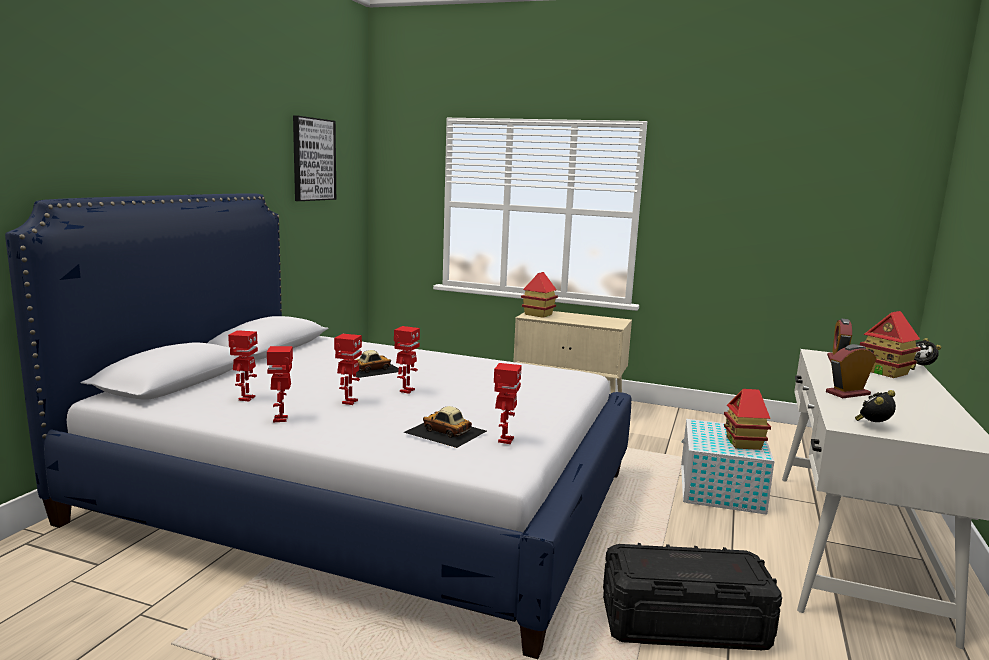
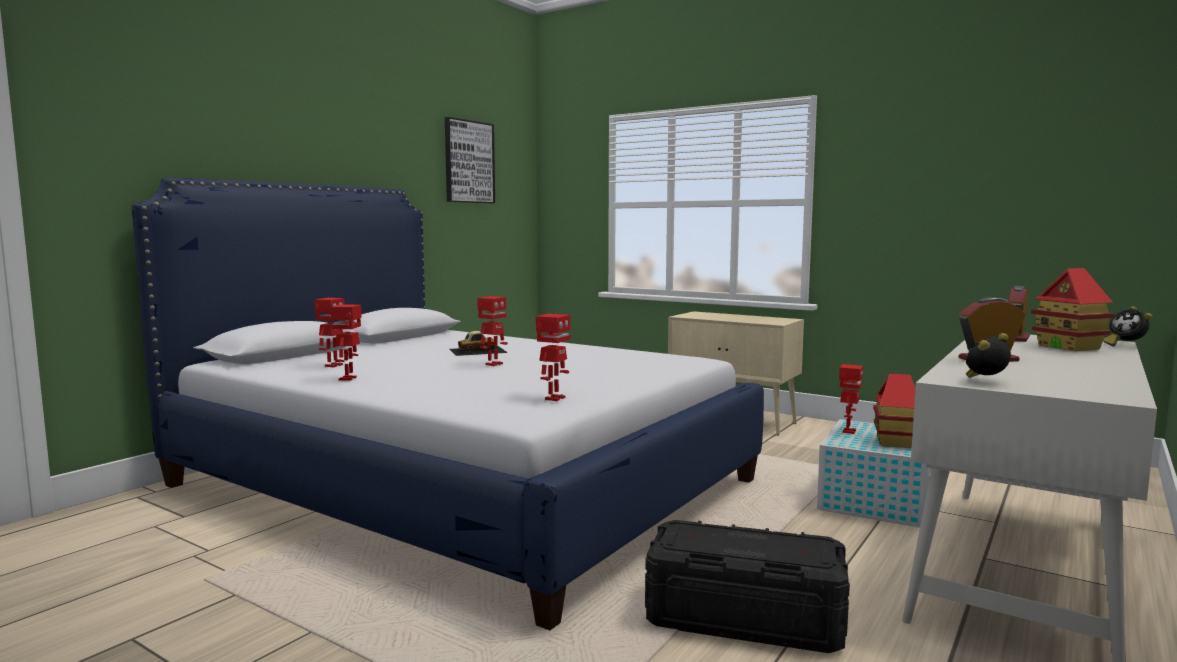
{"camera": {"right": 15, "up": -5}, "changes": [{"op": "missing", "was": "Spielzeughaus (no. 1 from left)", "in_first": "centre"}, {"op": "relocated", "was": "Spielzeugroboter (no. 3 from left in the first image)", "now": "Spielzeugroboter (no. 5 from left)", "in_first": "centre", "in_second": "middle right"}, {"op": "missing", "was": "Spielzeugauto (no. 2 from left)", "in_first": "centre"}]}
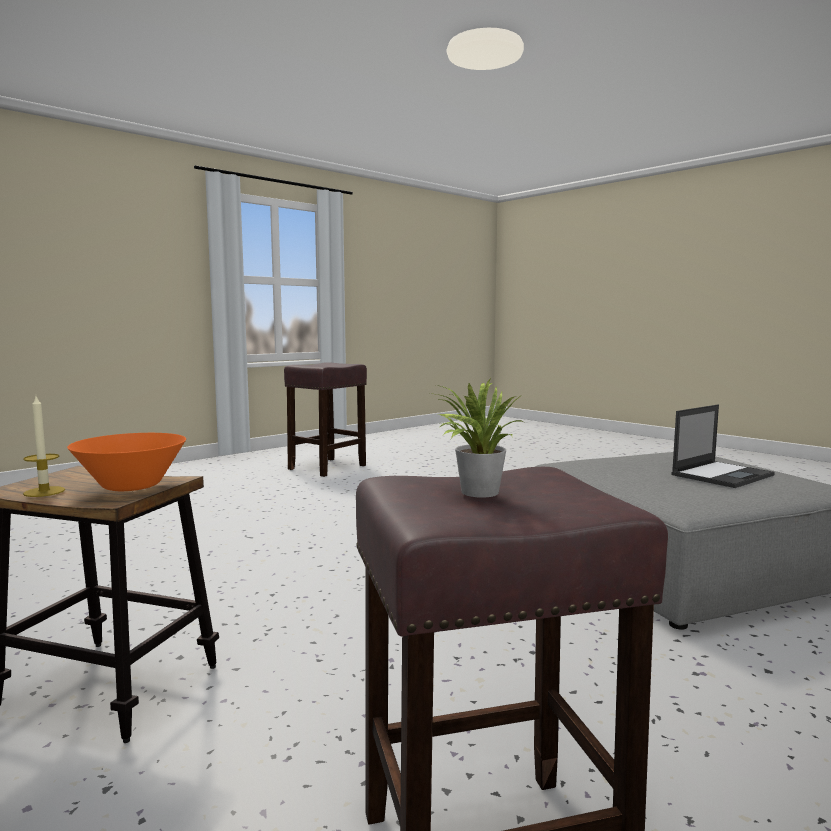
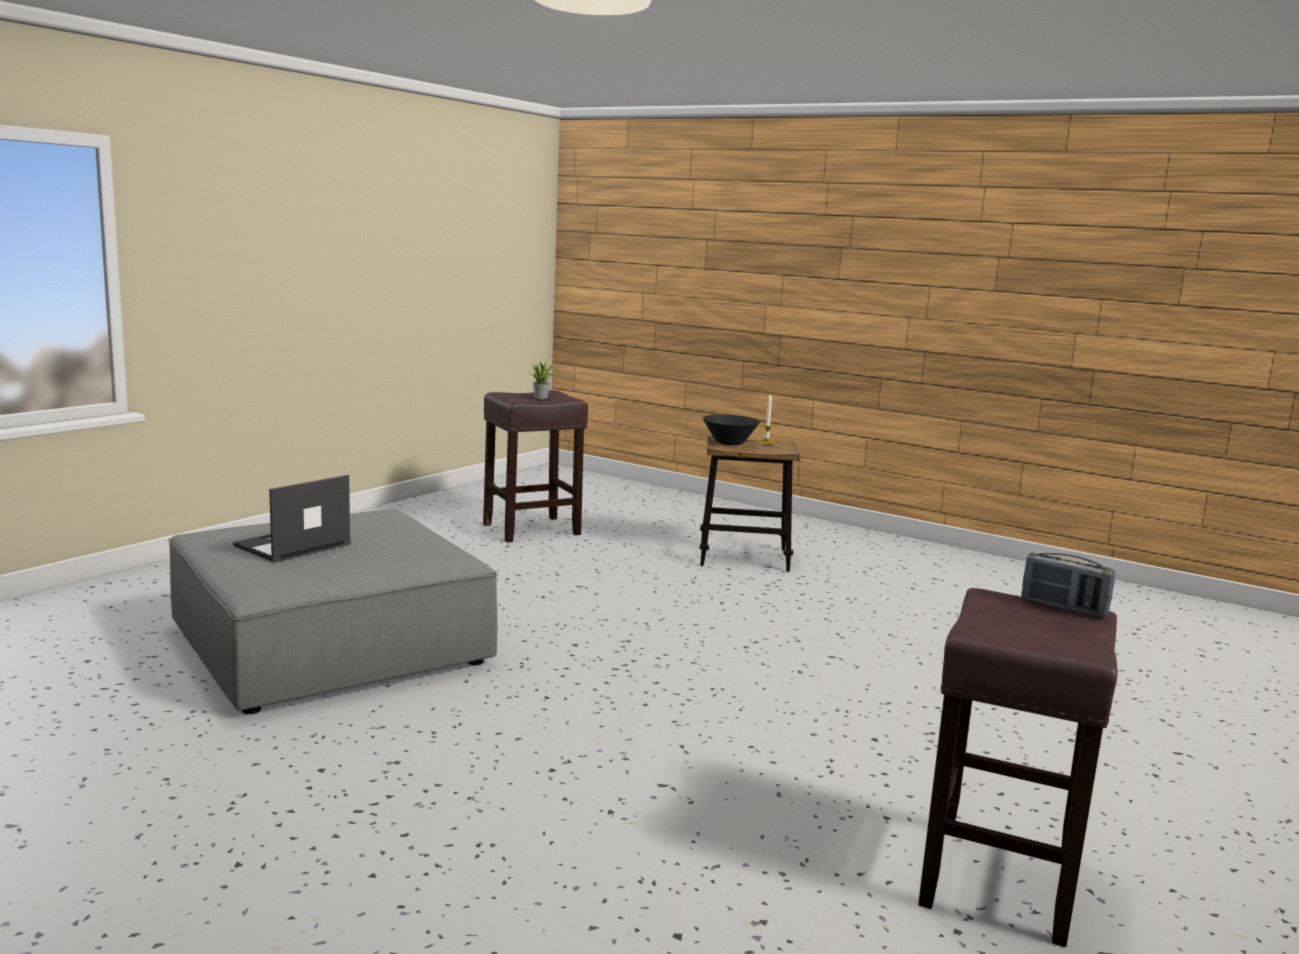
{"camera": {"right": 165, "up": 5}, "changes": [{"op": "colour", "was": "Schüssel (orange)", "now": "Schüssel (schwarz)", "in_first": "middle left", "in_second": "centre"}, {"op": "appeared", "now": "Radio", "in_second": "middle right"}]}
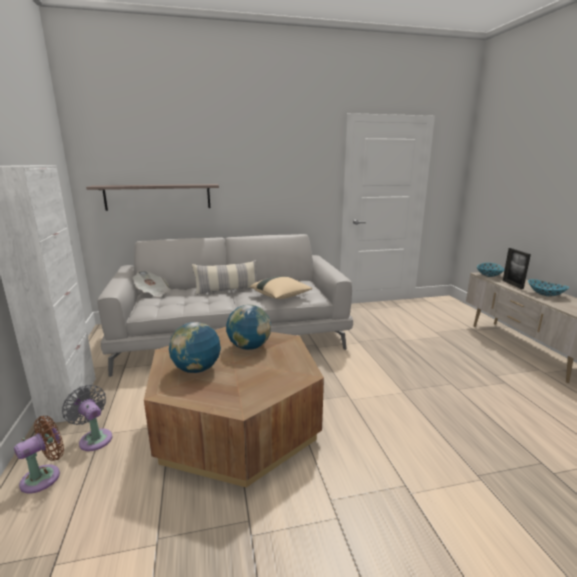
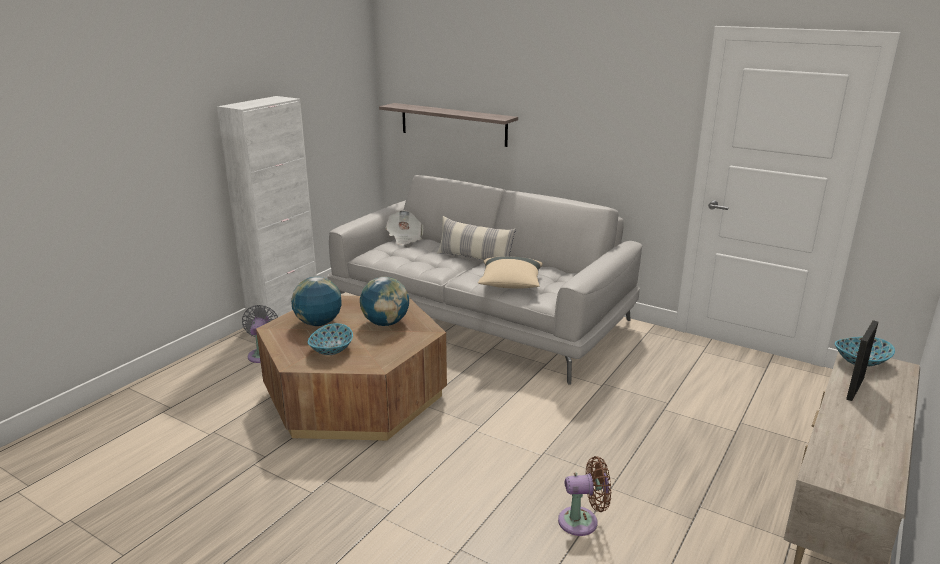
{"camera": {"right": 45, "up": 5}, "changes": [{"op": "relocated", "was": "Schüssel (no. 2 from left in the first image)", "now": "Schüssel (no. 1 from left)", "in_first": "middle right", "in_second": "centre"}, {"op": "relocated", "was": "Ventilator (braun)", "in_first": "bottom left", "in_second": "bottom centre"}]}
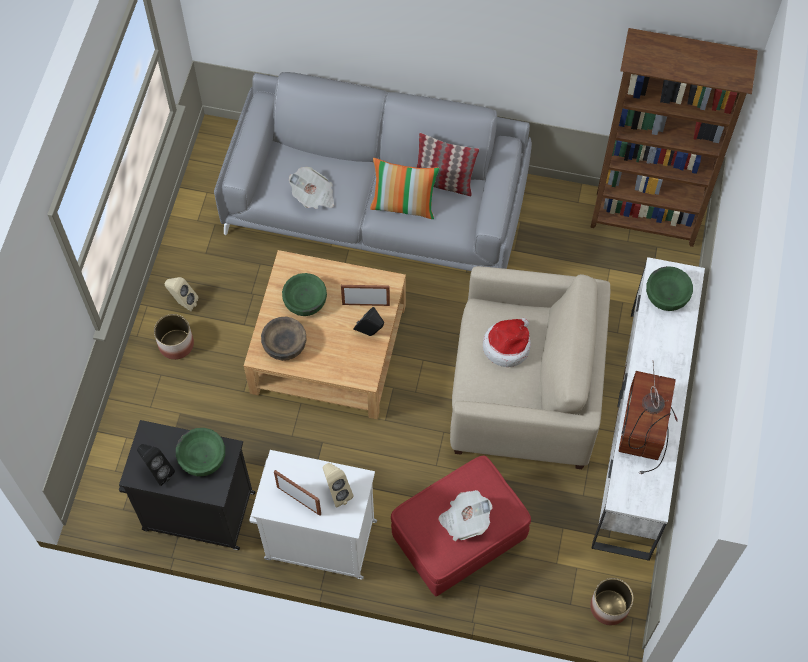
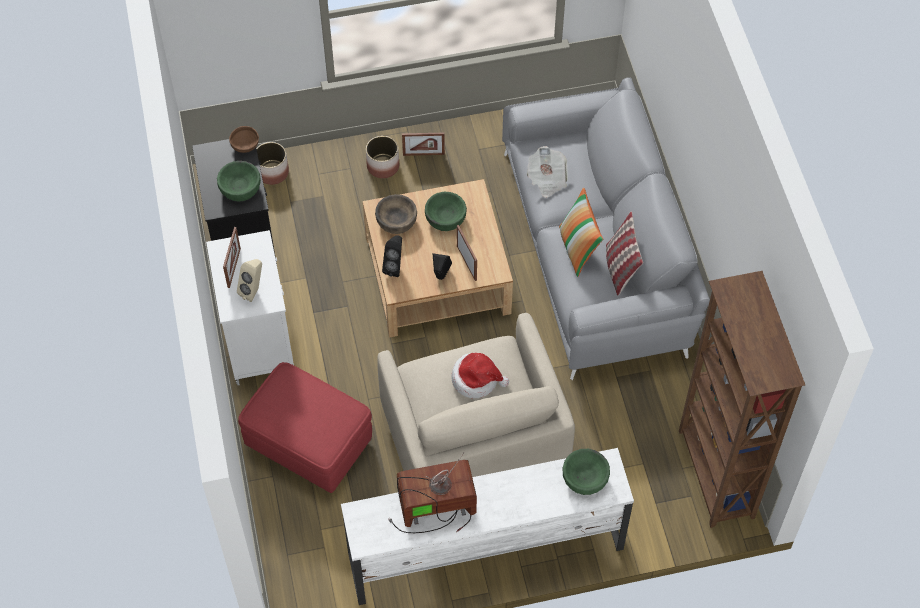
{"camera": {"right": 65, "up": -5}, "changes": [{"op": "exchanged", "was": "Lautsprecher (beige) (no. 1 from left)", "now": "Bilderrahmen (no. 2 from left)", "in_first": "middle left", "in_second": "top centre"}, {"op": "relocated", "was": "Lautsprecher (schwarz) (no. 1 from left)", "in_first": "bottom left", "in_second": "centre"}, {"op": "missing", "was": "Zeitung (no. 2 from left)", "in_first": "bottom centre"}, {"op": "relocated", "was": "Pflanzkübel (no. 2 from left in the first image)", "now": "Pflanzkübel (no. 1 from left)", "in_first": "bottom right", "in_second": "top left"}, {"op": "appeared", "now": "Schüssel (braun) (no. 1 from left)", "in_second": "top left"}]}
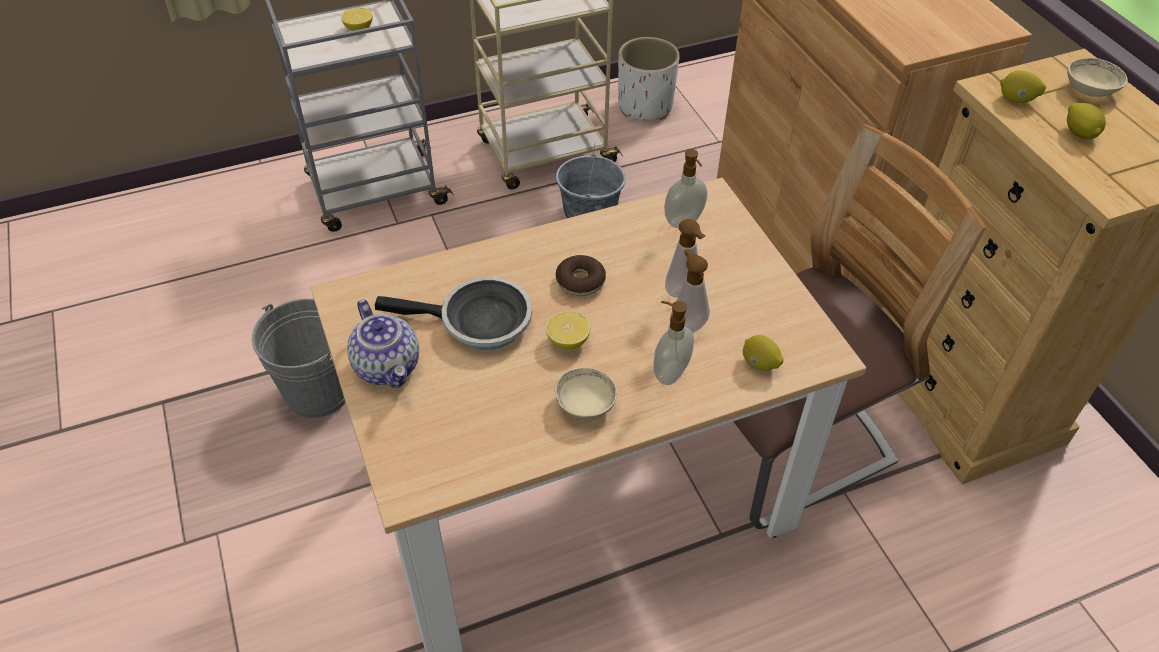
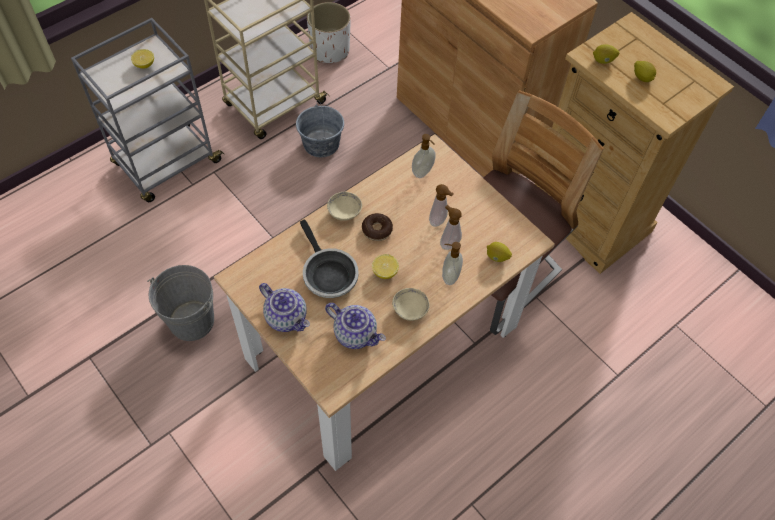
{"camera": {"right": -20, "up": 10}, "changes": [{"op": "relocated", "was": "Schüssel (beige) (no. 2 from left in the first image)", "now": "Schüssel (beige) (no. 1 from left)", "in_first": "top right", "in_second": "centre"}, {"op": "spun", "was": "Pfanne", "in_first": "centre", "in_second": "centre", "clockwise": 75}, {"op": "appeared", "now": "Teekanne (no. 2 from left)", "in_second": "centre"}]}
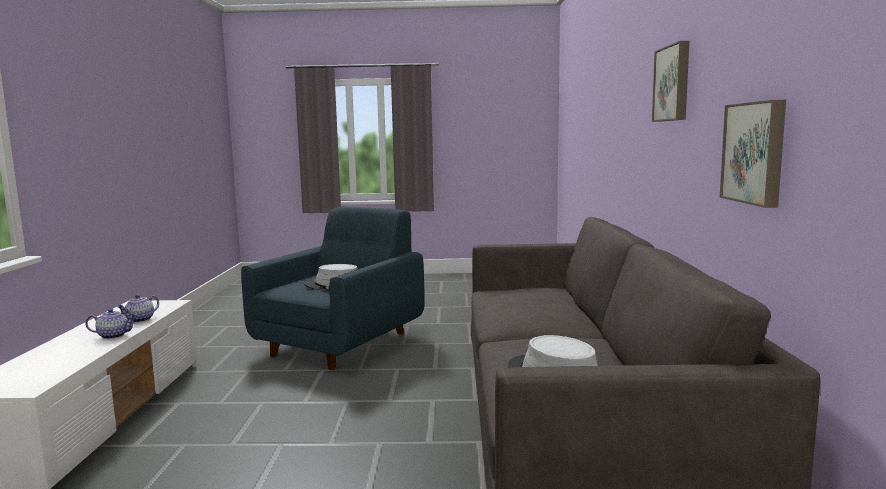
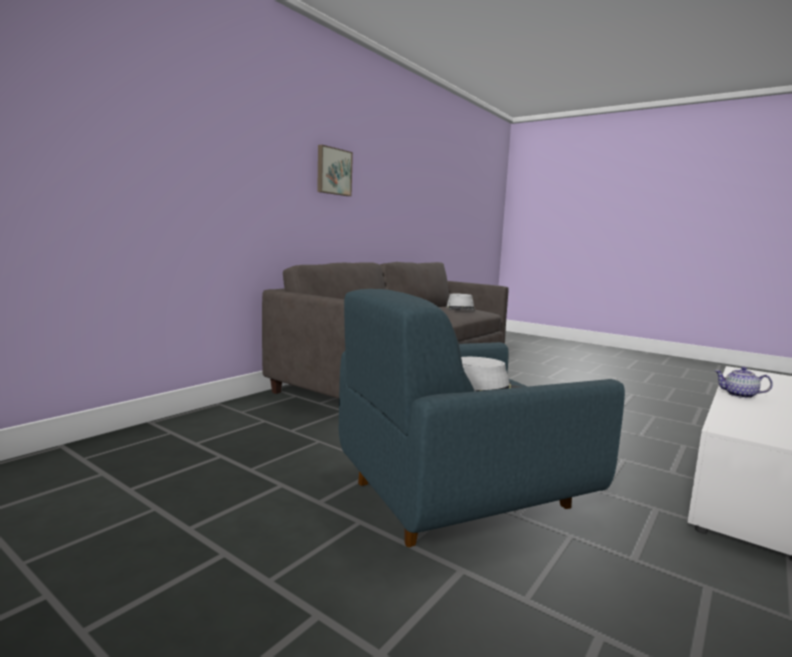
{"camera": {"right": -145, "up": 0}, "changes": [{"op": "missing", "was": "Bild (no. 2 from left)", "in_first": "top right"}, {"op": "missing", "was": "Teekanne (no. 2 from left)", "in_first": "middle left"}]}
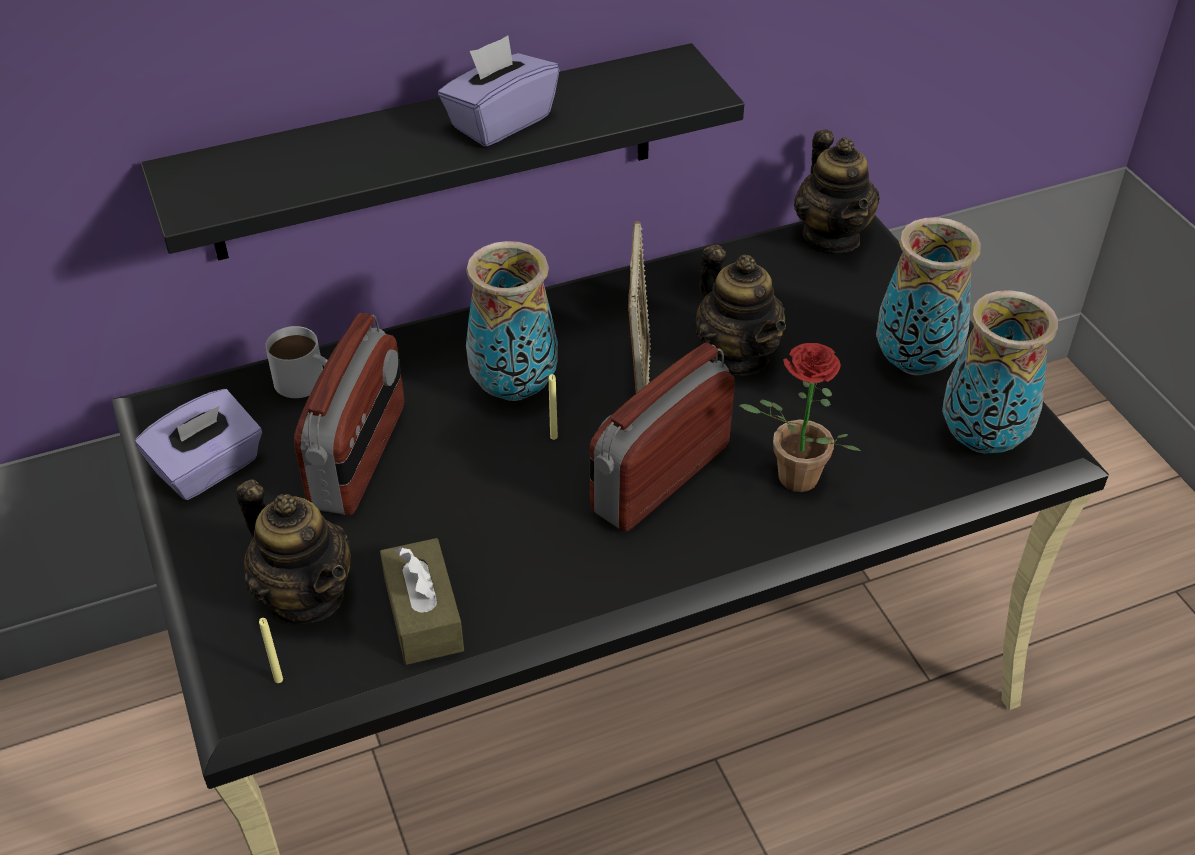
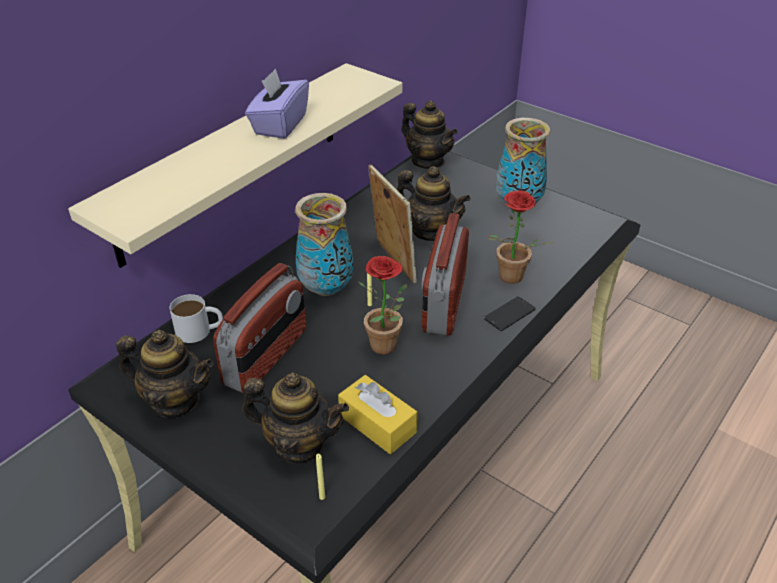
{"camera": {"right": -30, "up": -5}, "changes": [{"op": "colour", "was": "Wandregal (schwarz)", "now": "Wandregal (beige)", "in_first": "top centre", "in_second": "top left"}, {"op": "missing", "was": "Vase (no. 3 from left)", "in_first": "middle right"}, {"op": "spun", "was": "Radio (no. 1 from left)", "in_first": "middle left", "in_second": "centre", "clockwise": 45}, {"op": "exchanged", "was": "Taschentuchbox (lila) (no. 1 from left)", "now": "Teekanne (no. 1 from left)", "in_first": "middle left", "in_second": "middle left"}, {"op": "colour", "was": "Taschentuchbox (braun)", "now": "Taschentuchbox (gelb)", "in_first": "bottom centre", "in_second": "bottom centre"}, {"op": "appeared", "now": "Topfpflanze (no. 1 from left)", "in_second": "centre"}, {"op": "appeared", "now": "Handy", "in_second": "centre"}]}
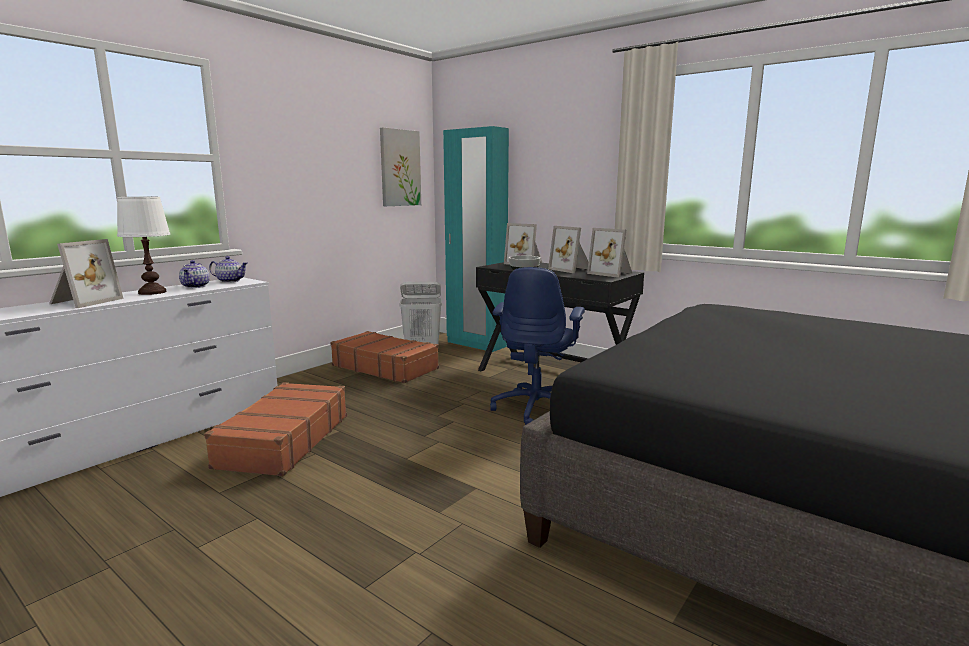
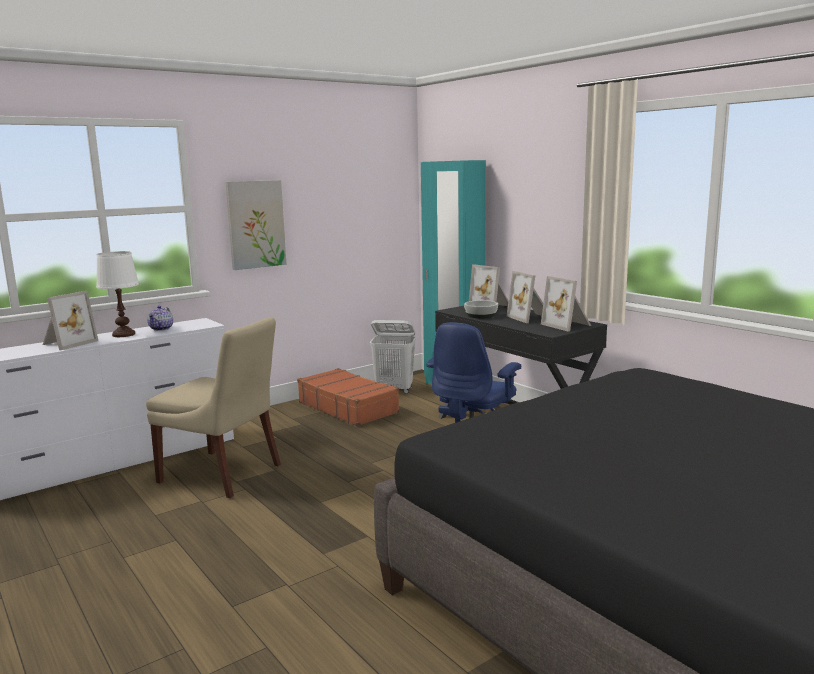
{"camera": {"right": 15, "up": 0}, "changes": [{"op": "relocated", "was": "Bild", "in_first": "top centre", "in_second": "middle left"}, {"op": "missing", "was": "Teekanne (no. 2 from left)", "in_first": "middle left"}, {"op": "exchanged", "was": "Koffer (braun) (no. 1 from left)", "now": "Stuhl (beige)", "in_first": "middle left", "in_second": "middle left"}]}
